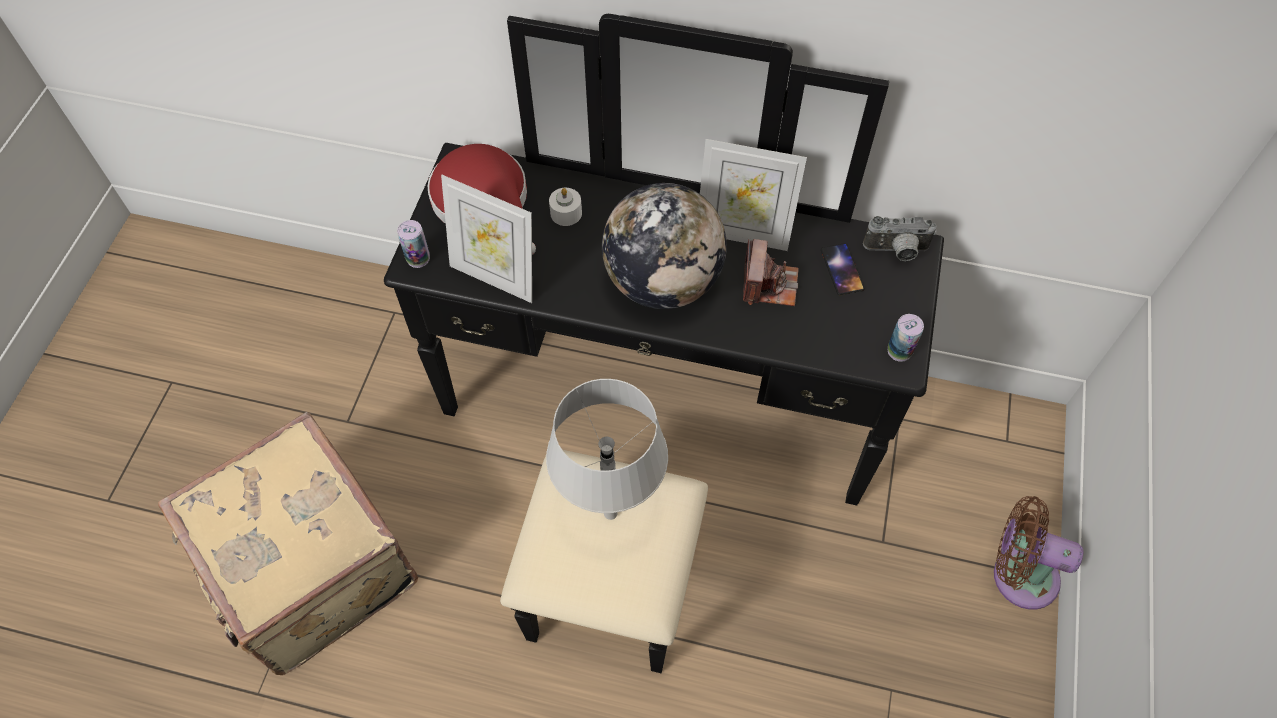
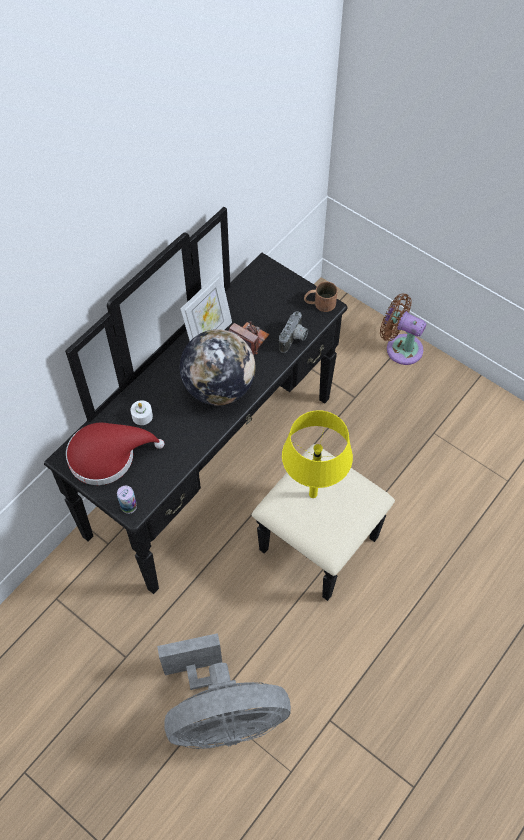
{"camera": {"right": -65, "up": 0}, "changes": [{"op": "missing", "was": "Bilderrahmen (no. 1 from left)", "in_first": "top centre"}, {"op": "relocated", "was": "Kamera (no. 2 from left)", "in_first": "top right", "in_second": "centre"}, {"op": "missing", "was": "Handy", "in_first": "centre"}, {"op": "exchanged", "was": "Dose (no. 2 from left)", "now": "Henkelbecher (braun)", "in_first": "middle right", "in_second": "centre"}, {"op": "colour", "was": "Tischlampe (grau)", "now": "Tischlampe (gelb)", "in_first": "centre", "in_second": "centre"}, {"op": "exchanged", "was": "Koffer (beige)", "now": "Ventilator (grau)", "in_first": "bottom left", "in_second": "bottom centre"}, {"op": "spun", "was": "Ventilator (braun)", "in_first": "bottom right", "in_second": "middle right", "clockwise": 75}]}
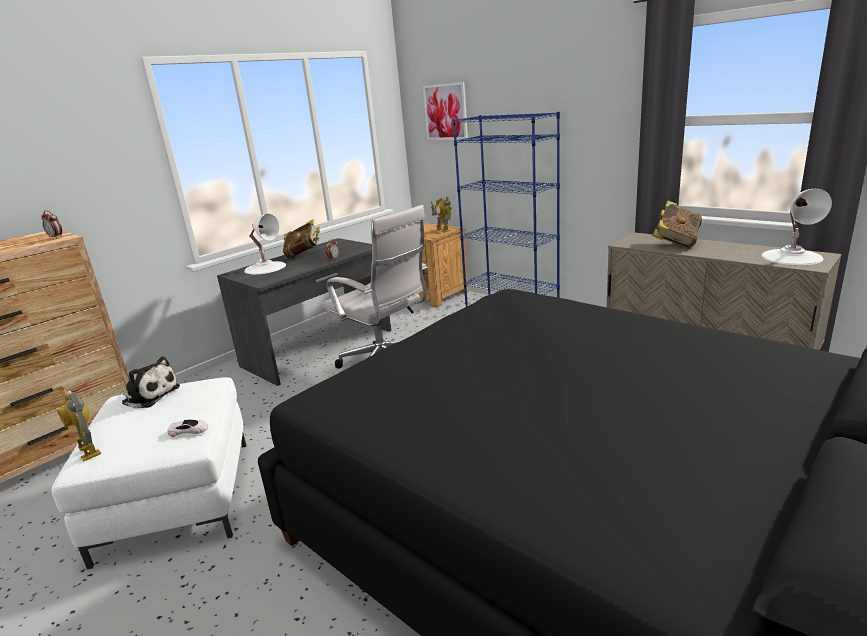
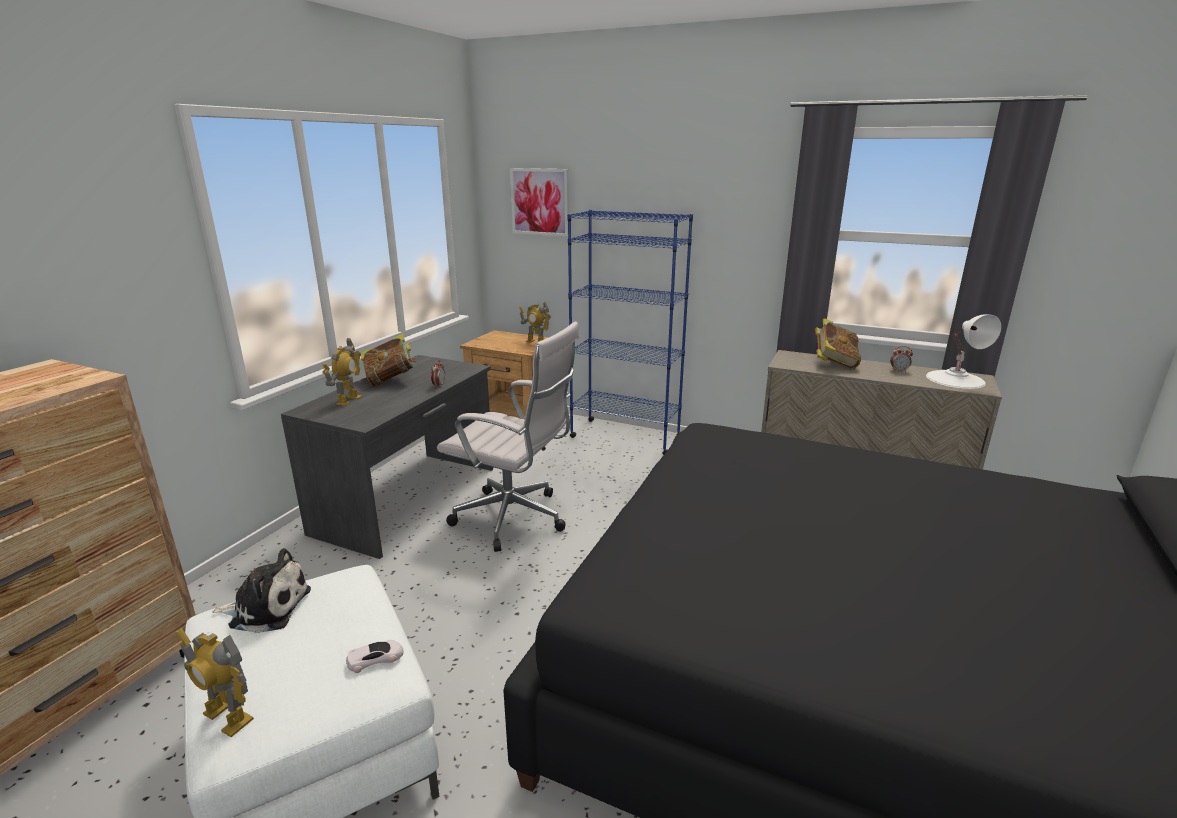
{"camera": {"right": -20, "up": 0}, "changes": [{"op": "relocated", "was": "Wecker (no. 1 from left in the first image)", "now": "Wecker (no. 2 from left)", "in_first": "middle left", "in_second": "middle right"}, {"op": "exchanged", "was": "Tischlampe (weiß) (no. 1 from left)", "now": "Spielzeugroboter (no. 2 from left)", "in_first": "middle left", "in_second": "middle left"}]}
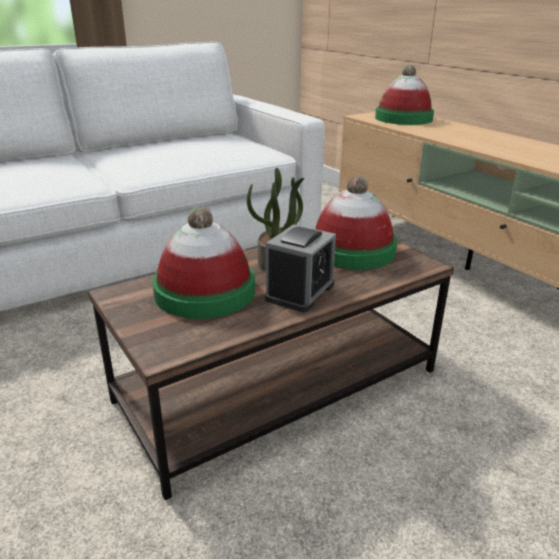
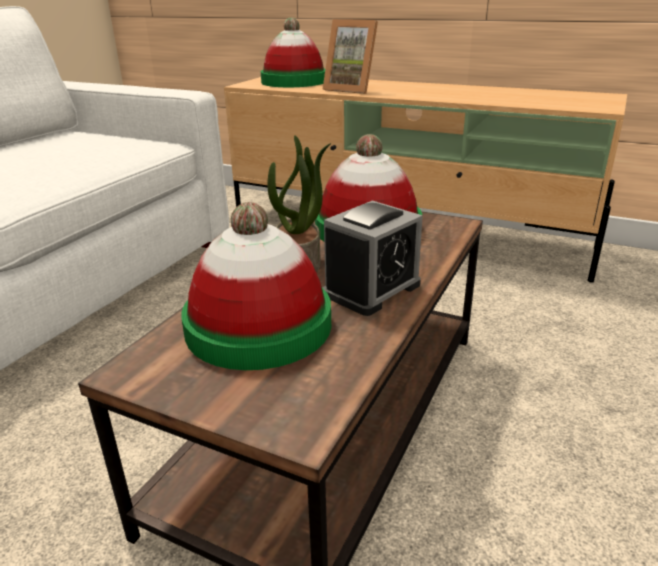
{"camera": {"right": -30, "up": 0}, "changes": [{"op": "spun", "was": "Wecker", "in_first": "centre", "in_second": "centre", "clockwise": 45}, {"op": "appeared", "now": "Bilderrahmen", "in_second": "top centre"}]}
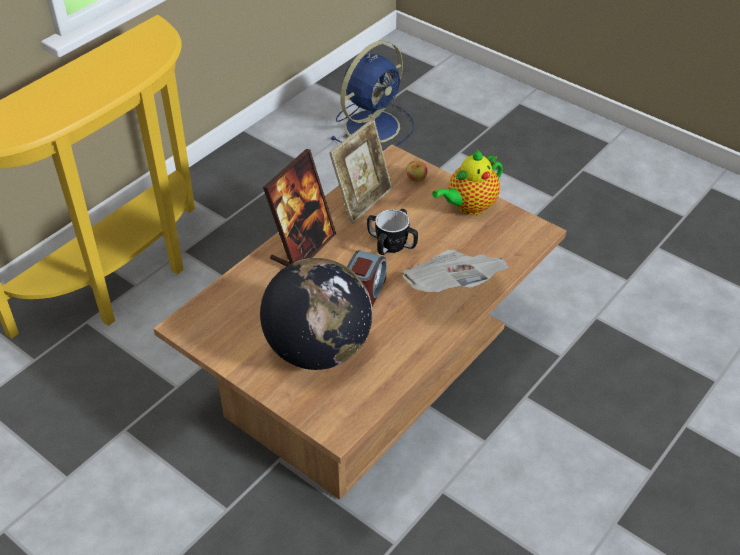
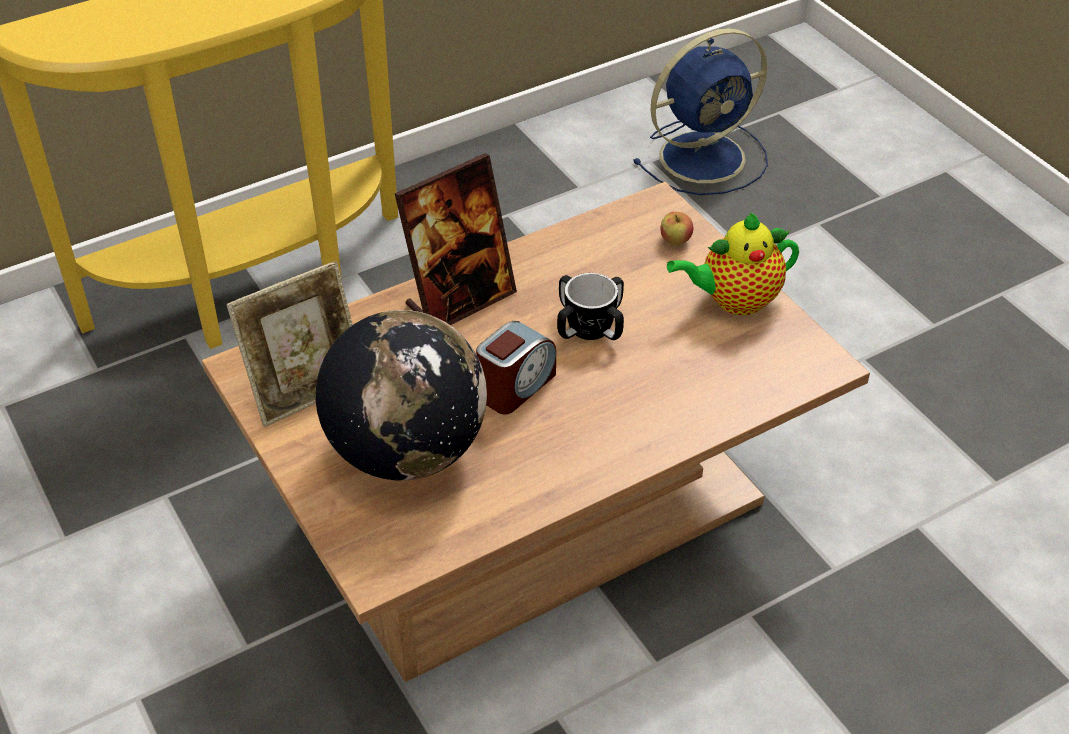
{"camera": {"right": 20, "up": 0}, "changes": [{"op": "relocated", "was": "Bilderrahmen (no. 2 from left in the first image)", "now": "Bilderrahmen (no. 1 from left)", "in_first": "top centre", "in_second": "middle left"}, {"op": "missing", "was": "Zeitung", "in_first": "centre"}]}
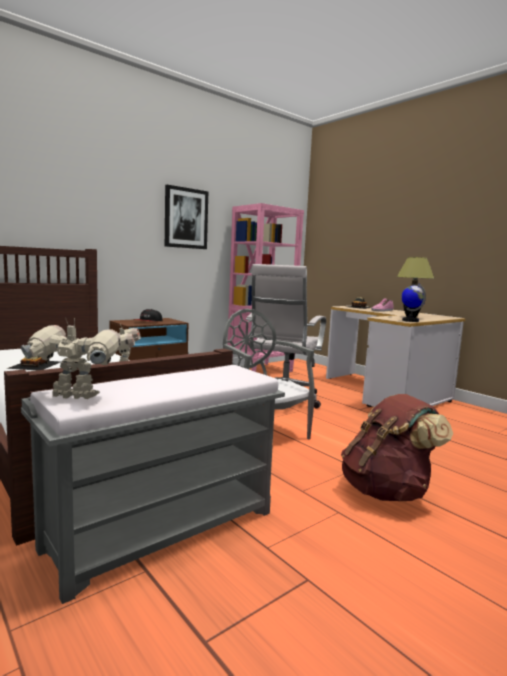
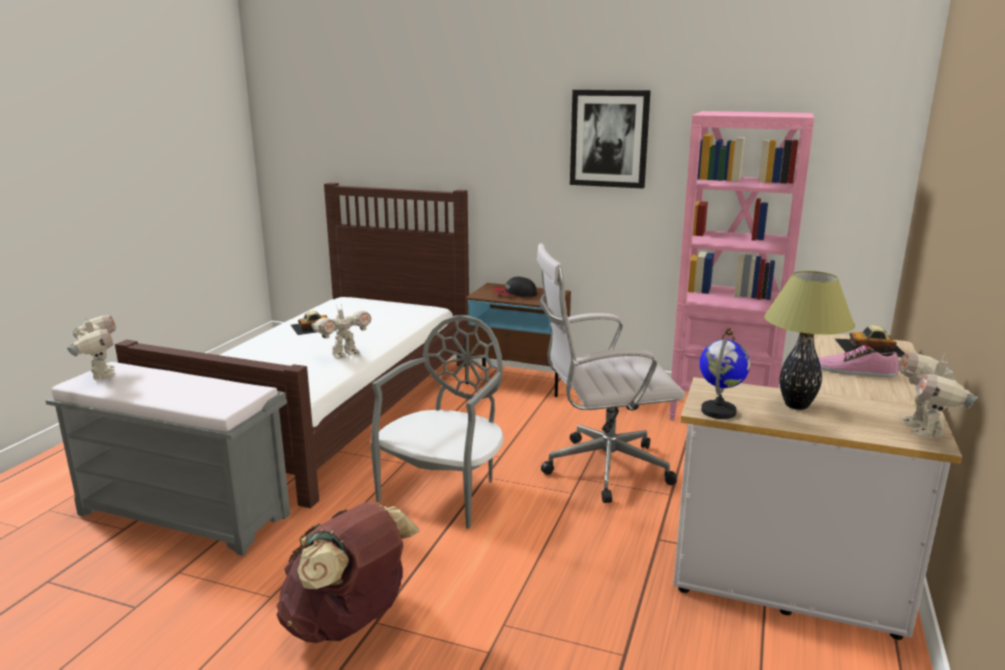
{"camera": {"right": 60, "up": 10}, "changes": [{"op": "appeared", "now": "Spielzeugroboter (no. 3 from left)", "in_second": "middle right"}]}
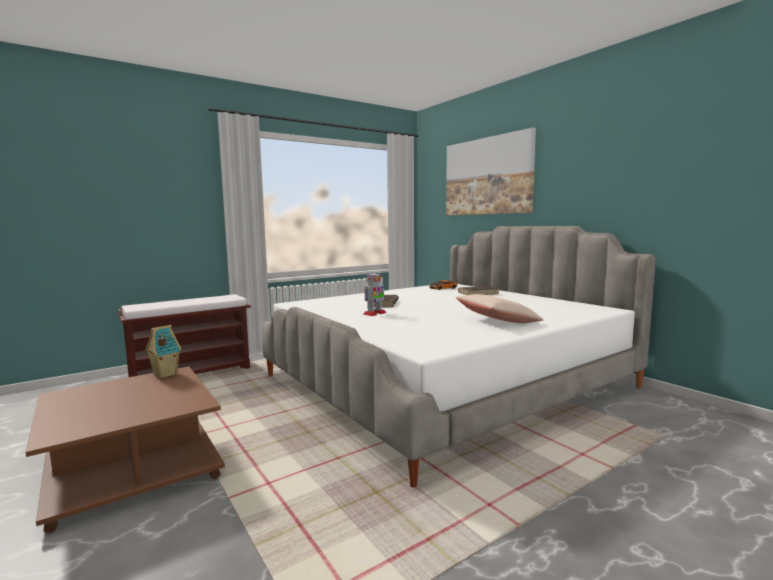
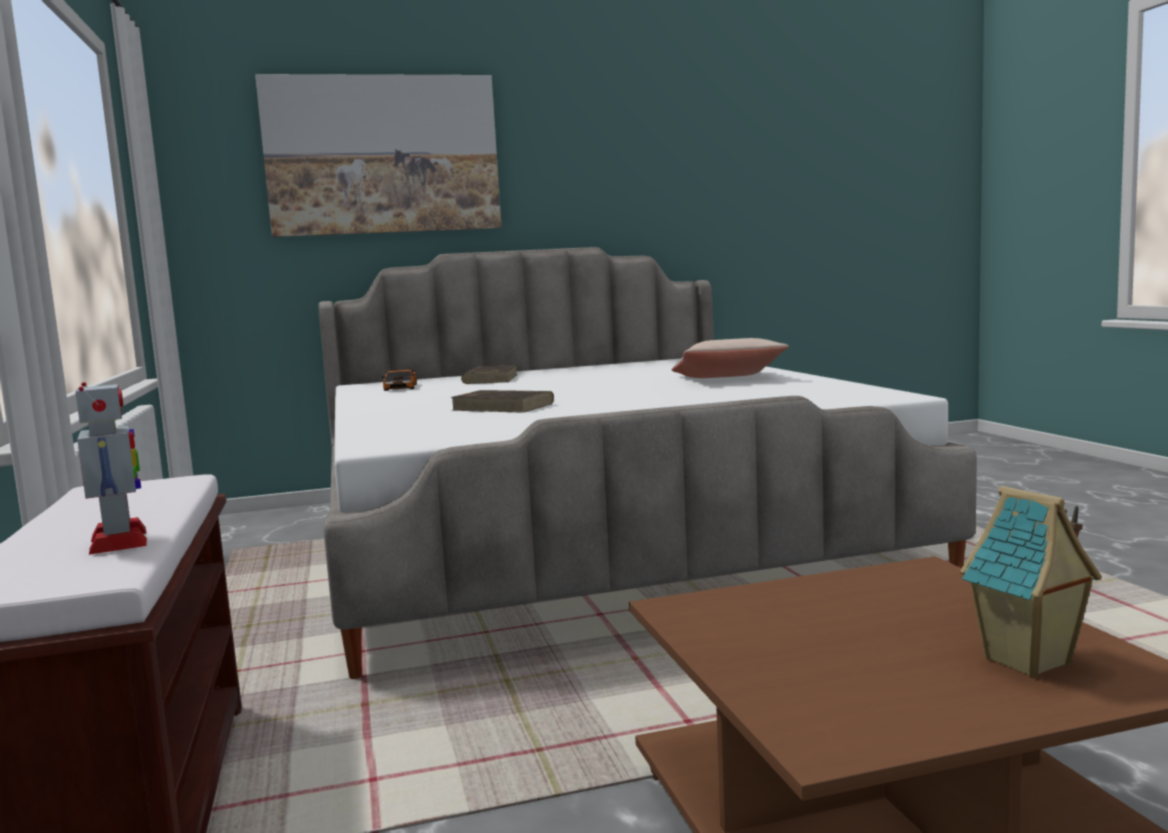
{"camera": {"right": -70, "up": 0}, "changes": [{"op": "relocated", "was": "Spielzeugroboter", "in_first": "centre", "in_second": "middle left"}, {"op": "relocated", "was": "Spielzeughaus", "in_first": "middle left", "in_second": "bottom right"}]}
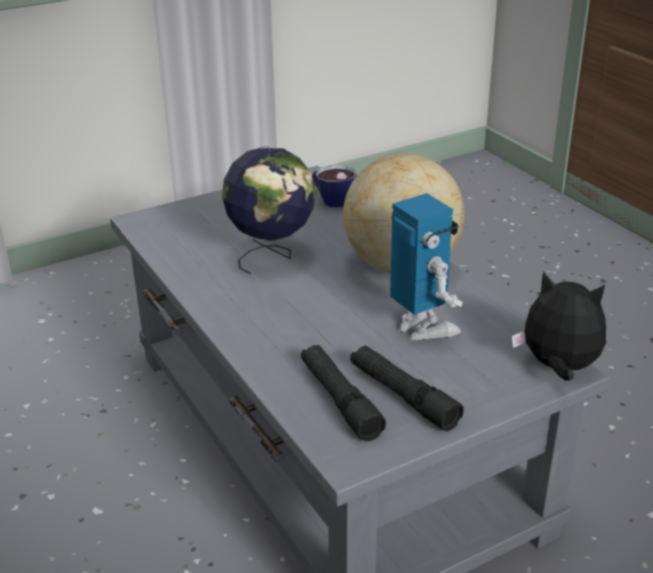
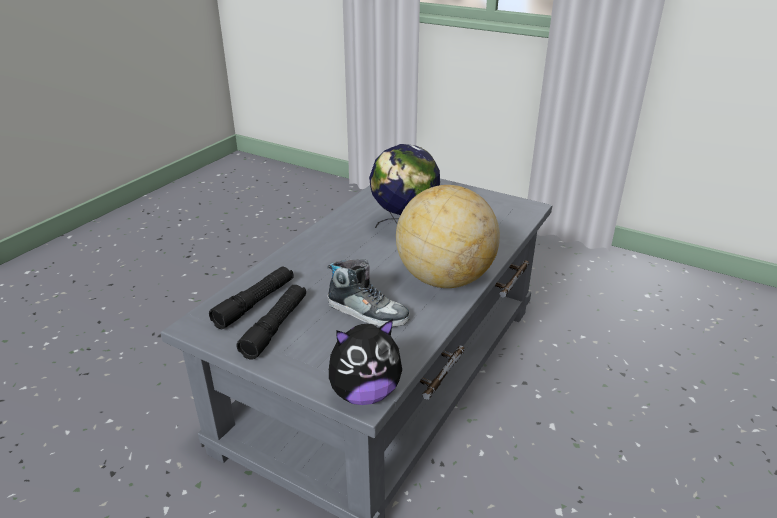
{"camera": {"right": 60, "up": 0}, "changes": [{"op": "missing", "was": "Tasse", "in_first": "top centre"}, {"op": "exchanged", "was": "Spielzeugroboter", "now": "Schuh", "in_first": "centre", "in_second": "centre"}, {"op": "spun", "was": "Plüschtier", "in_first": "middle right", "in_second": "bottom centre", "clockwise": 75}]}
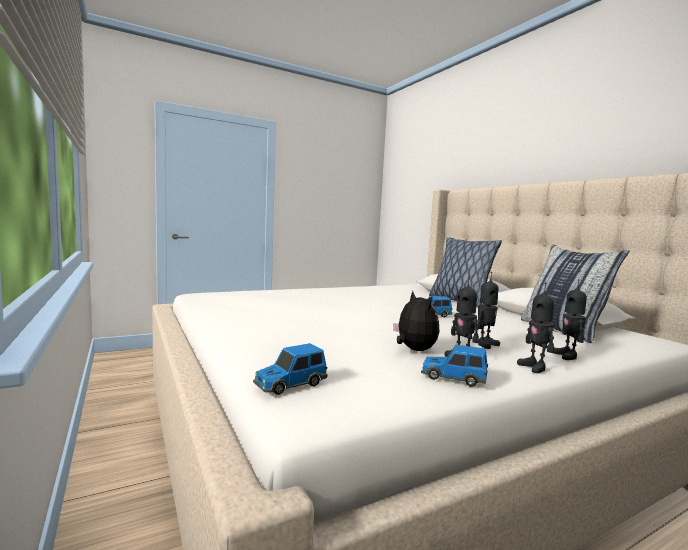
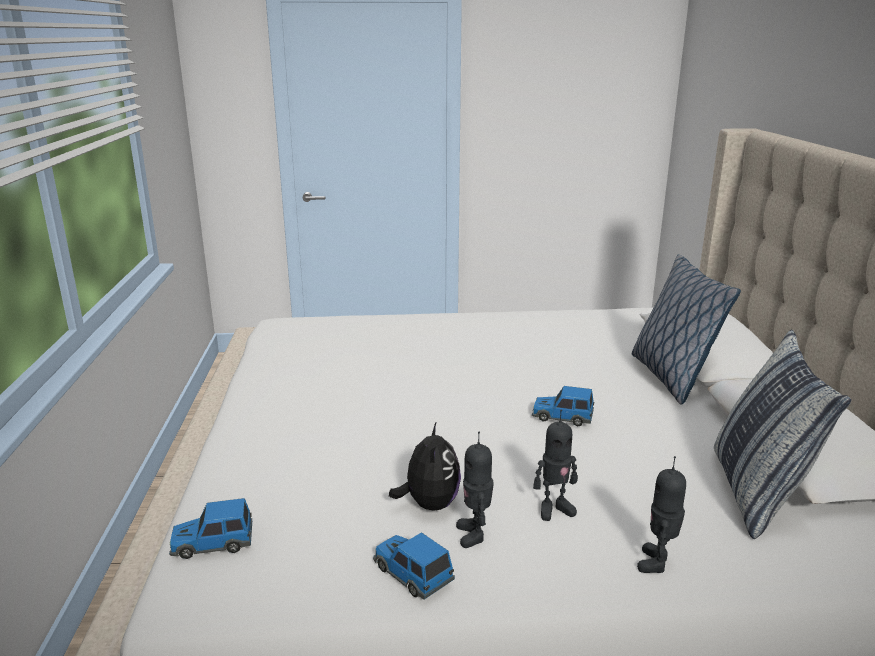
{"camera": {"right": 25, "up": 15}, "changes": [{"op": "missing", "was": "Spielzeugroboter (no. 3 from left)", "in_first": "middle right"}]}
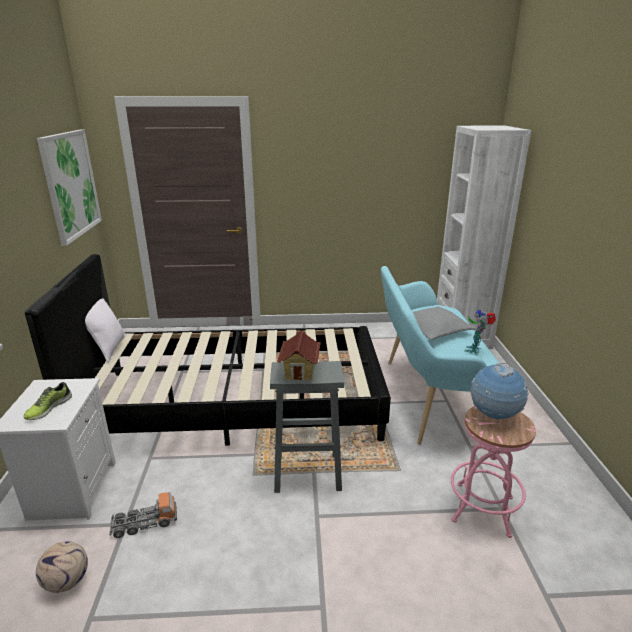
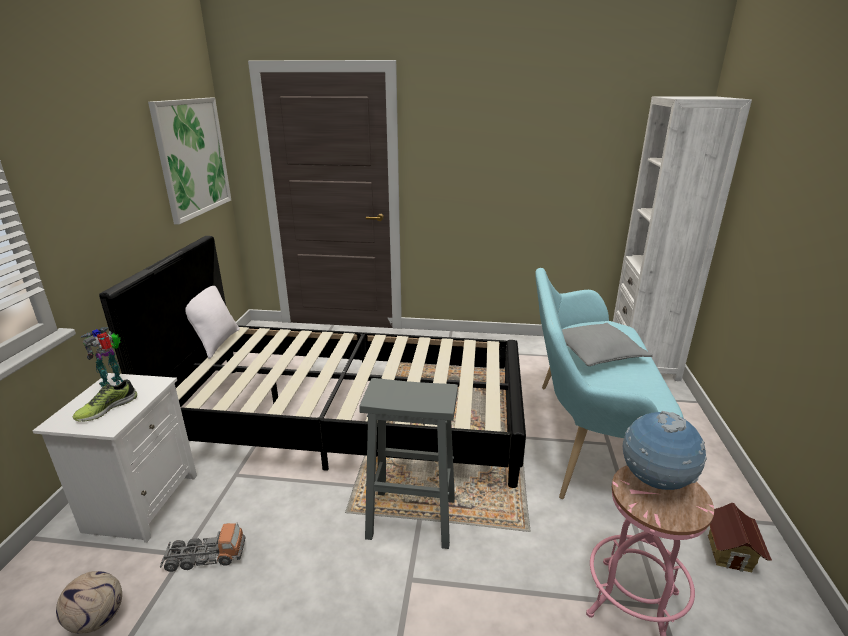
{"camera": {"right": 10, "up": 0}, "changes": [{"op": "relocated", "was": "Spielzeugroboter", "in_first": "middle right", "in_second": "middle left"}, {"op": "relocated", "was": "Spielzeughaus", "in_first": "centre", "in_second": "bottom right"}]}
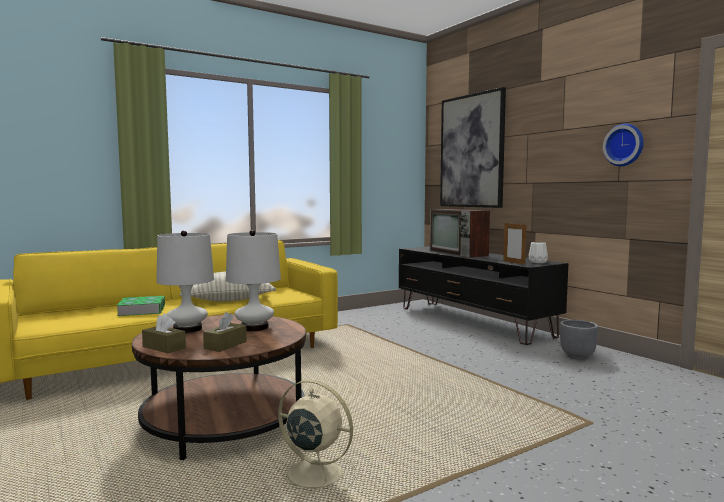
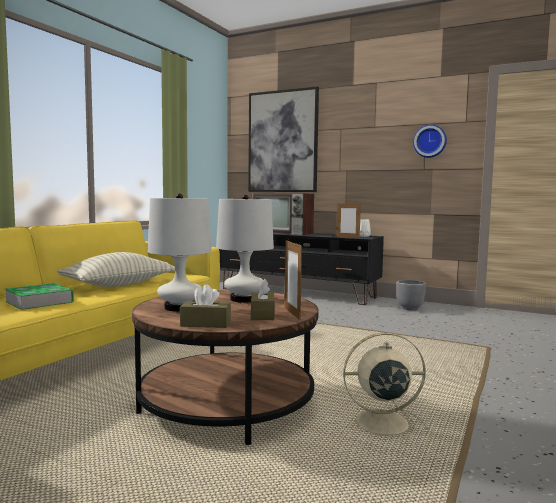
{"camera": {"right": -30, "up": 0}, "changes": [{"op": "appeared", "now": "Bilderrahmen (no. 1 from left)", "in_second": "centre"}]}
